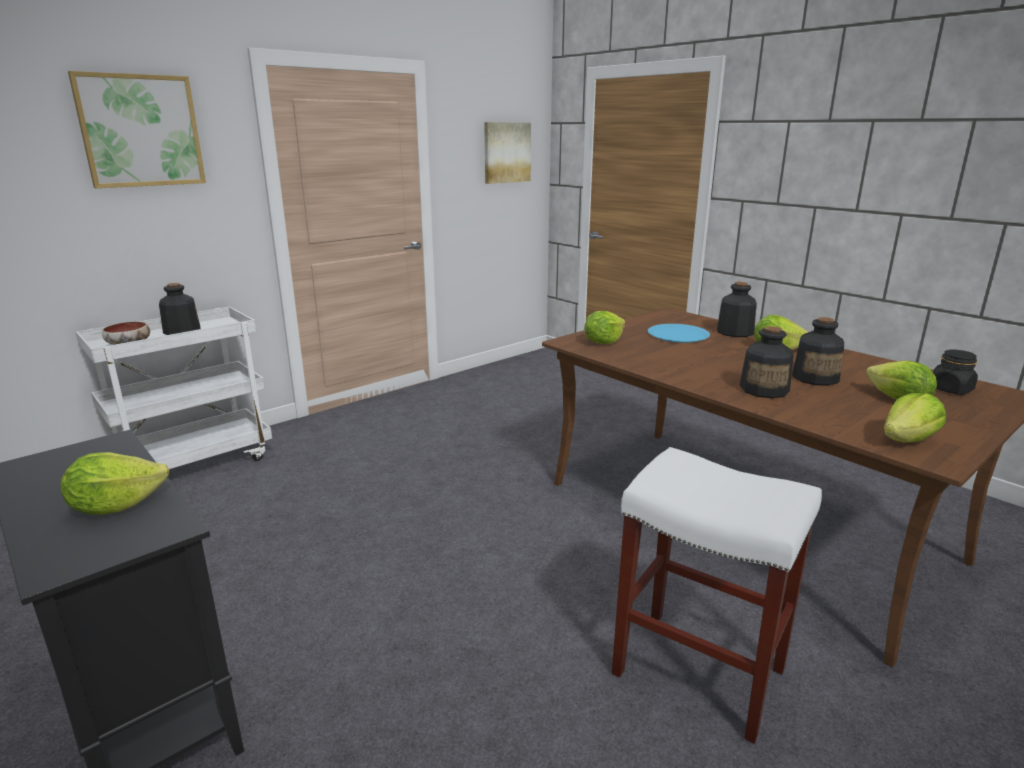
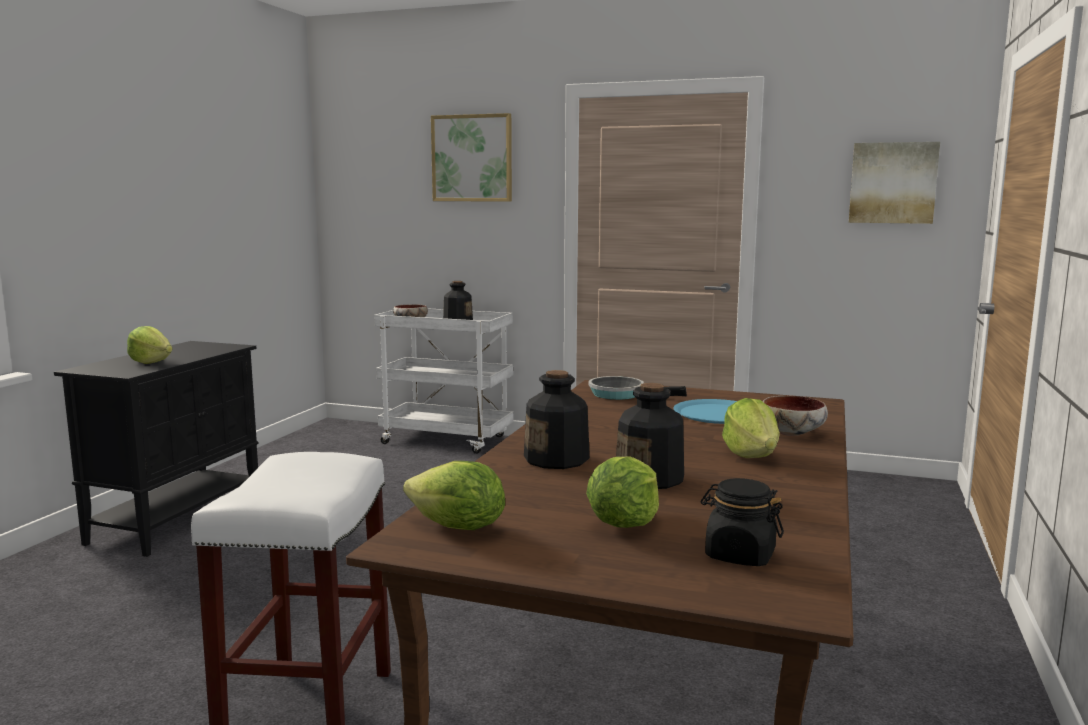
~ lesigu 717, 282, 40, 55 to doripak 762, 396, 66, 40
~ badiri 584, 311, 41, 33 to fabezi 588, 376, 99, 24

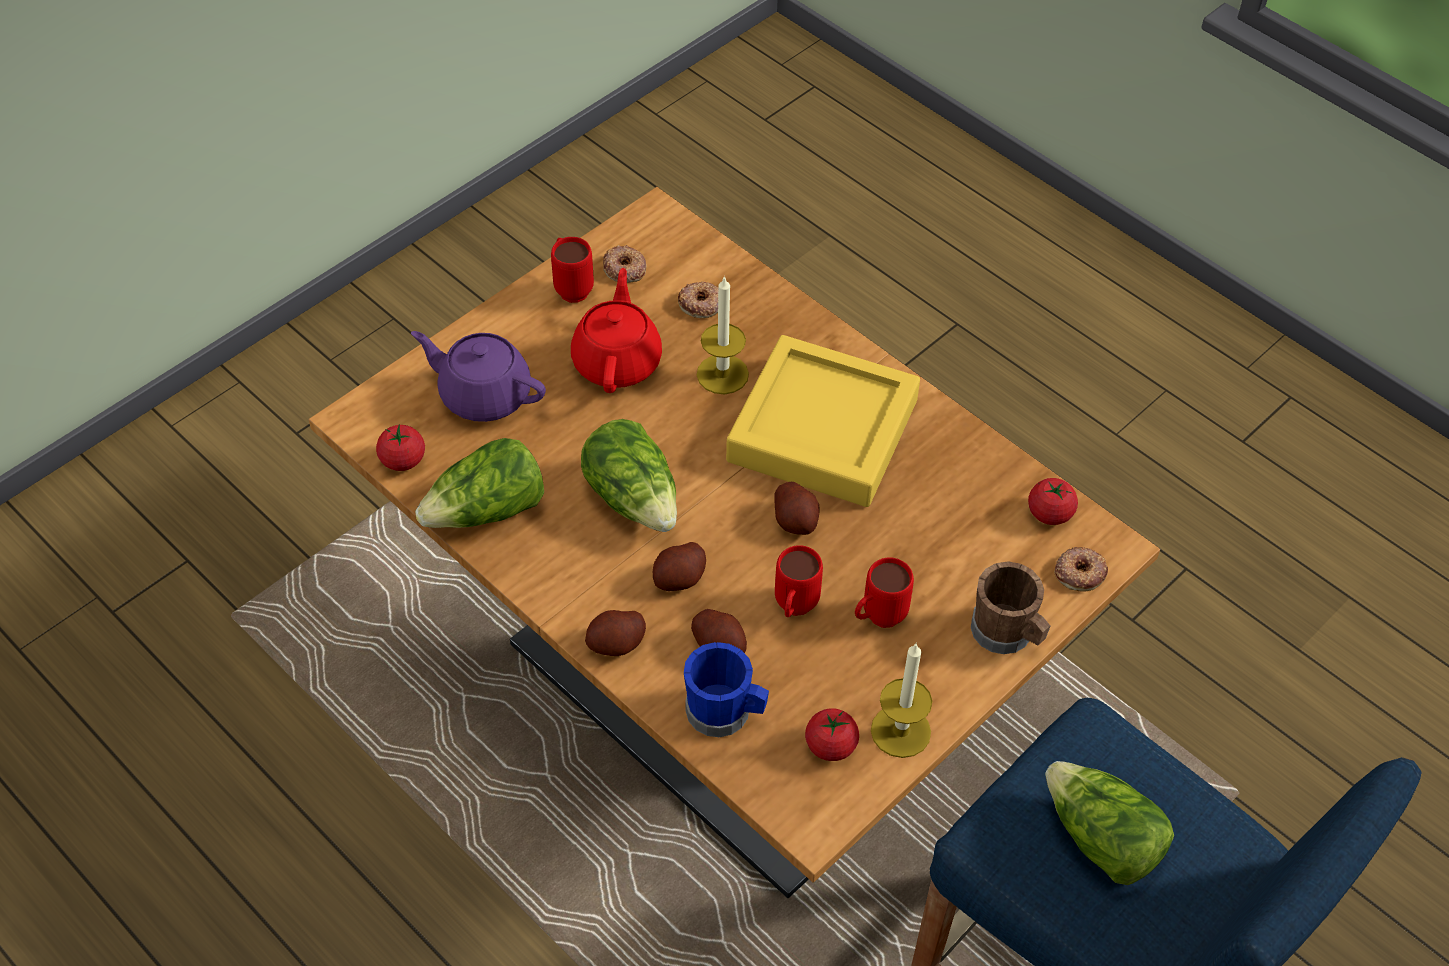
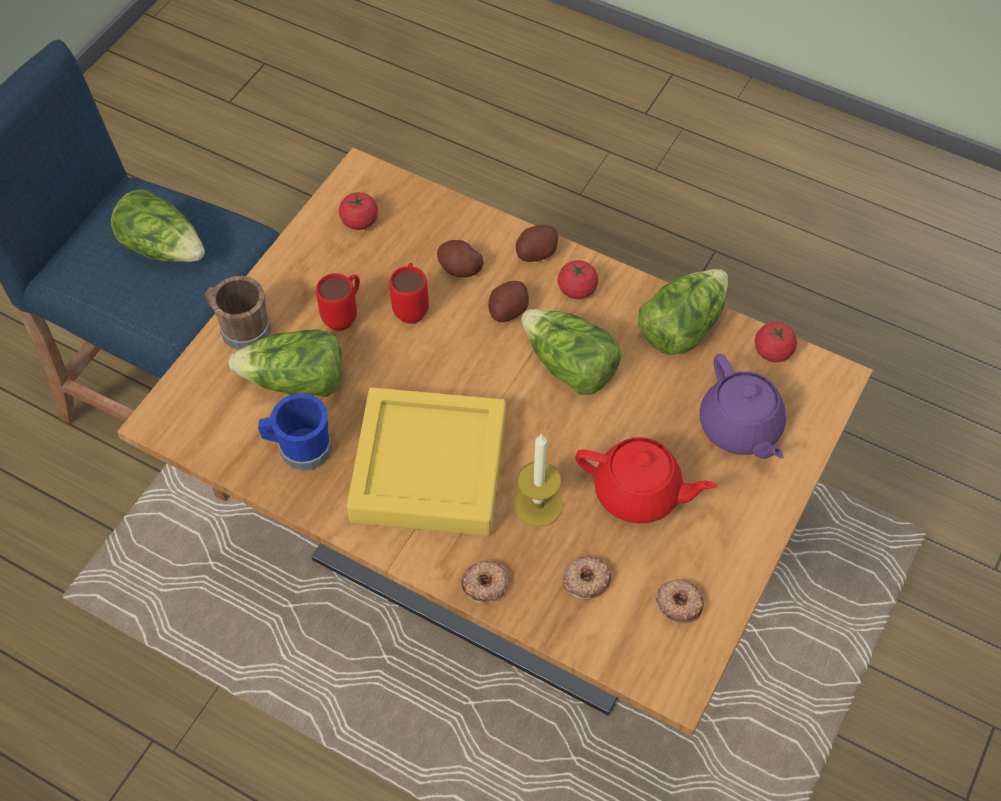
- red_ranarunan 551, 237, 43, 66
~ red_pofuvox 571, 268, 91, 125 = 575, 437, 142, 86 60 degrees counterclockwise
~ purple_pofuvox 411, 331, 135, 91 = 700, 354, 86, 105 60 degrees clockwise
~ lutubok 1028, 478, 50, 47 to 558, 260, 40, 39
- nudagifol 774, 482, 46, 53
~ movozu 1055, 547, 53, 45 to 461, 560, 48, 44
~ blue_ranarunan 684, 642, 85, 95 to 258, 393, 74, 78
- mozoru 871, 644, 61, 114
+ badiri 229, 329, 113, 68

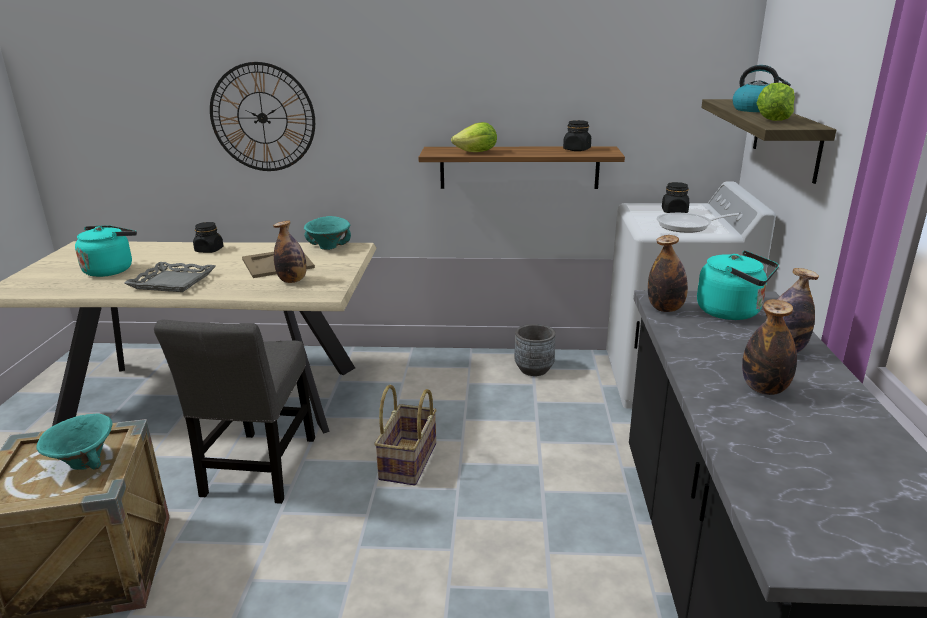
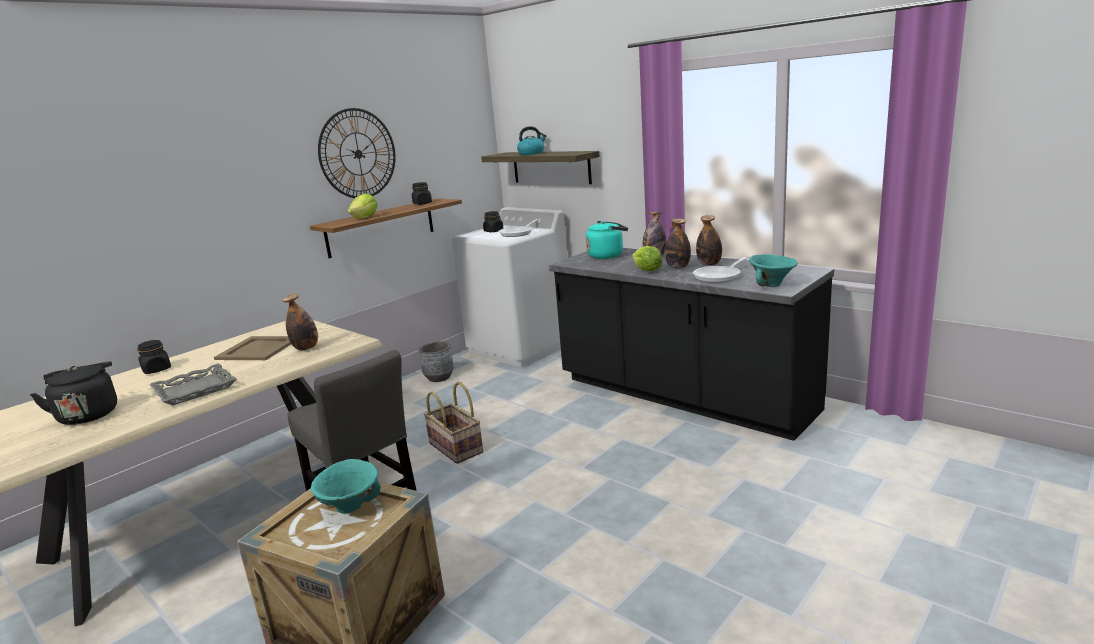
~ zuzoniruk 210, 62, 105, 109 to 318, 108, 78, 90
~ badiri 756, 82, 39, 39 to 632, 246, 30, 25
~ turquoise_doripak 304, 216, 47, 34 to 749, 254, 49, 33
~ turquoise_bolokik 75, 225, 62, 52 to black_bolokik 30, 361, 87, 64
~ lesigu 648, 235, 40, 77 to 696, 215, 26, 51
+ fabezi 693, 255, 58, 28

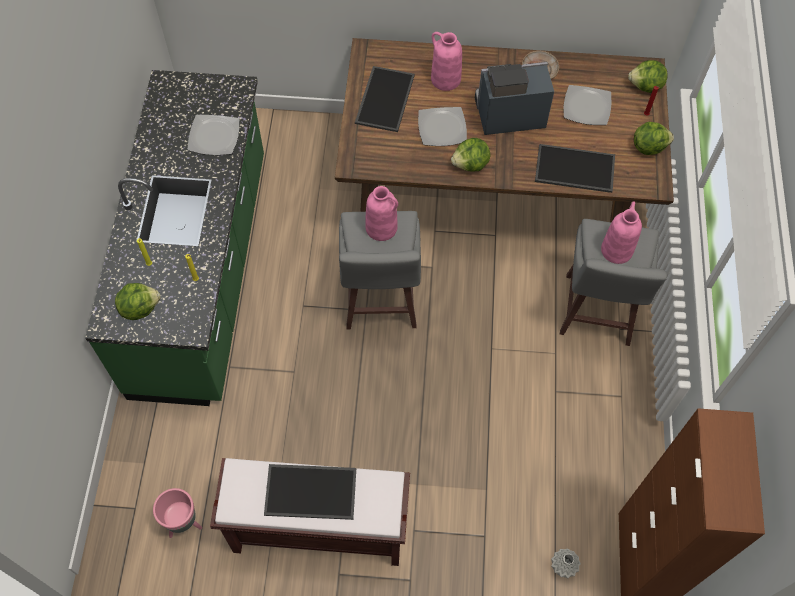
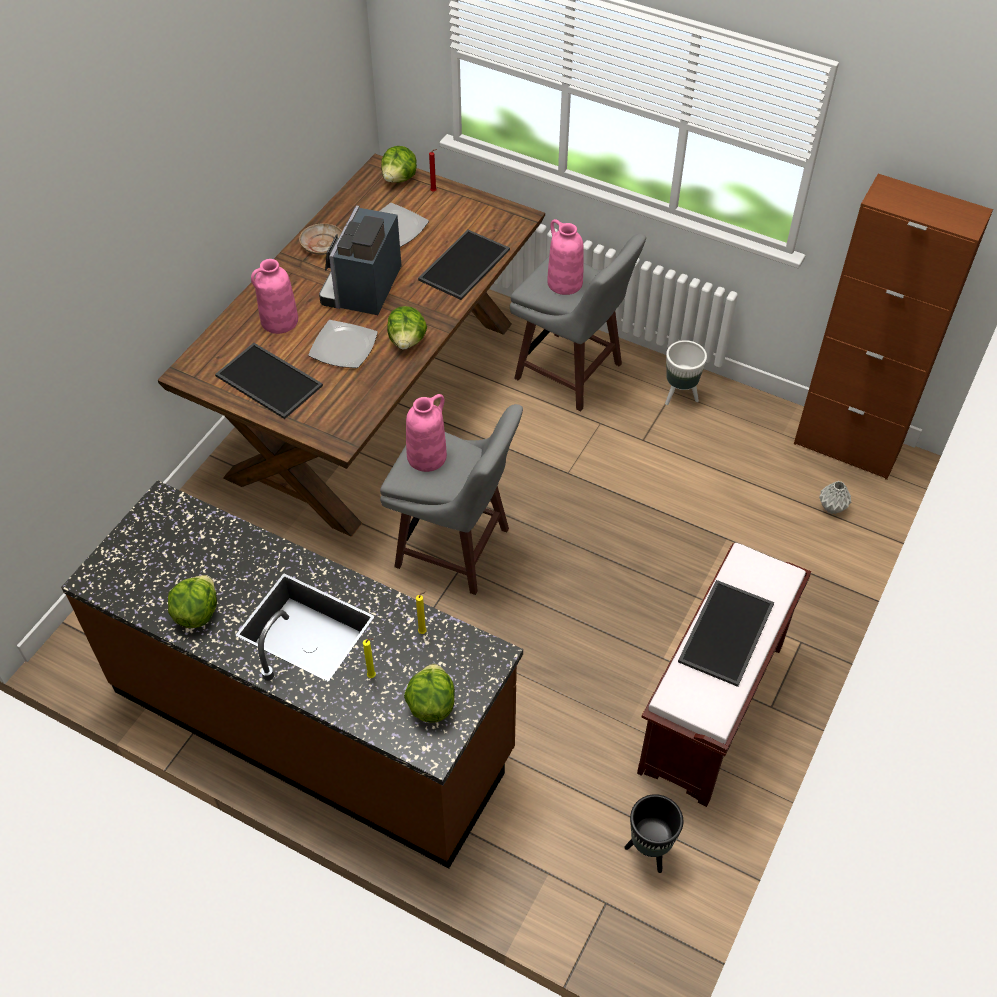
~ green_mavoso 85, 70, 179, 336 to brown_mavoso 61, 480, 462, 388
- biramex 188, 115, 52, 40
~ badiri 634, 122, 40, 33 to 168, 575, 49, 53
~ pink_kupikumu 153, 488, 49, 50 to black_kupikumu 625, 794, 58, 79
+ white_kupikumu 665, 340, 42, 65

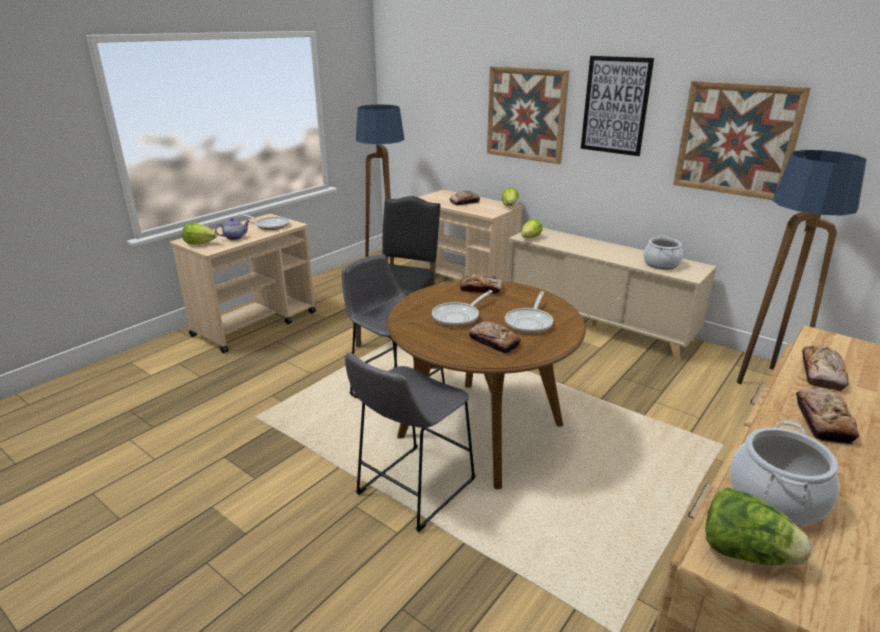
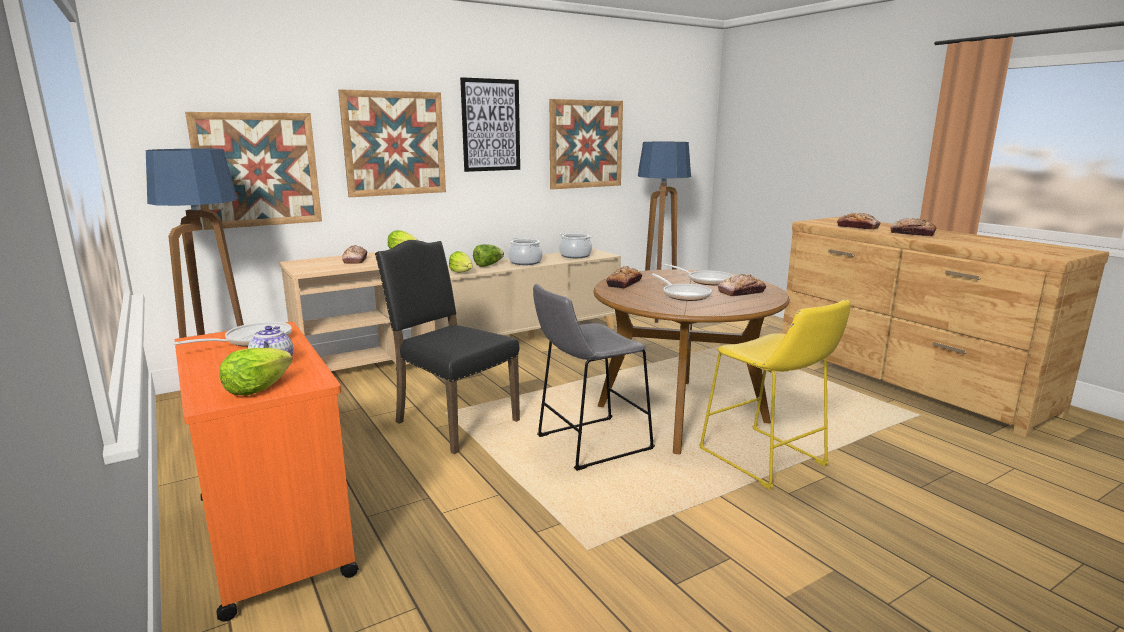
~ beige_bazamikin 170, 214, 146, 139 to orange_bazamikin 175, 322, 184, 300
~ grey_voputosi 345, 352, 131, 180 to yellow_voputosi 699, 299, 152, 191
~ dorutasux 730, 421, 109, 105 to 508, 238, 35, 27
~ badiri 705, 488, 107, 77 to 473, 244, 31, 23
+ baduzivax 185, 112, 137, 118

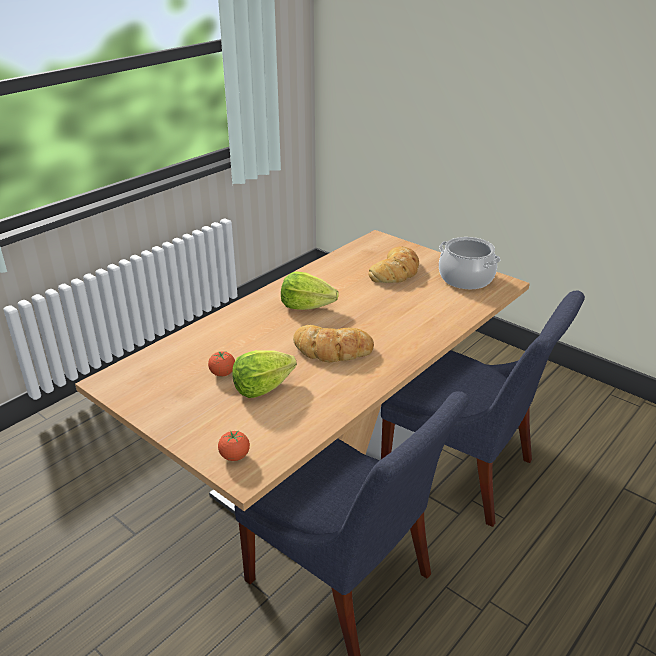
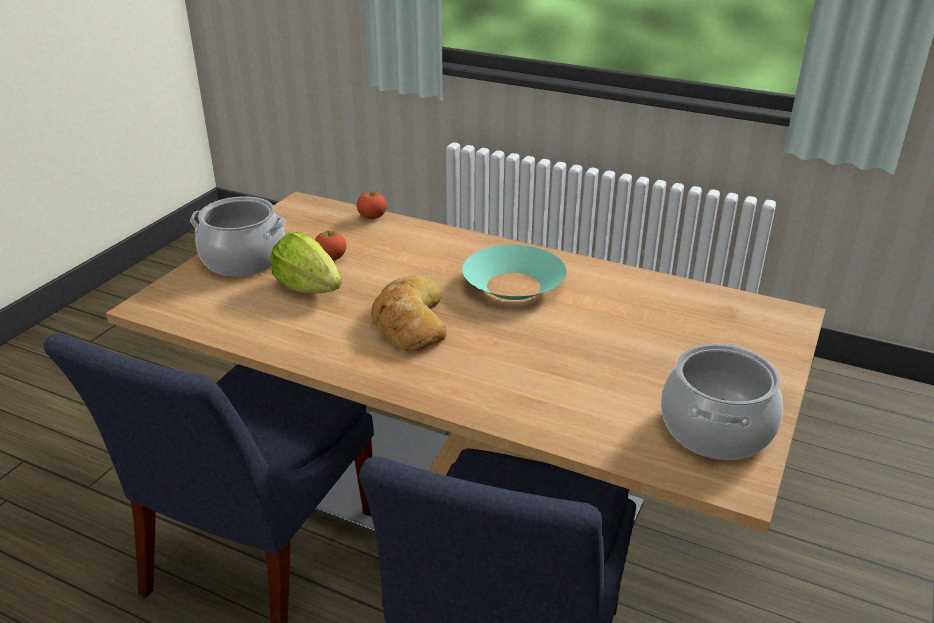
- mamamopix 368, 246, 51, 37
~ badiri 281, 272, 58, 38 to turquoise_doripak 462, 245, 105, 55
~ lutubok 218, 431, 32, 30 to 357, 191, 30, 28
+ dorutasux 190, 196, 96, 81

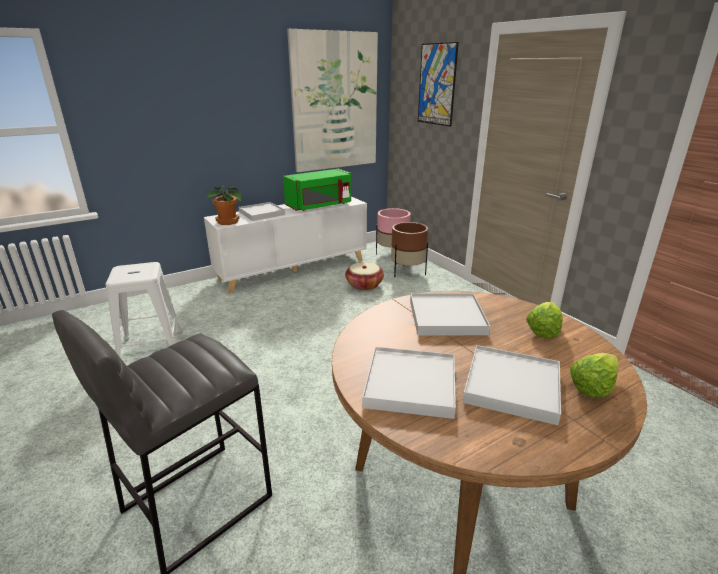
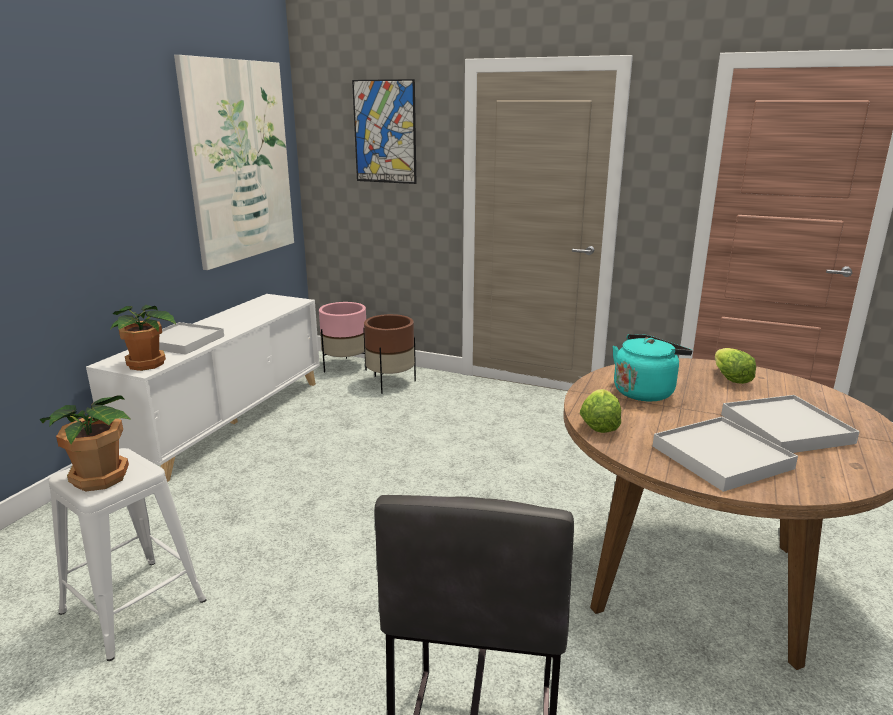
- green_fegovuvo 283, 169, 68, 42
- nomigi 345, 262, 39, 28
~ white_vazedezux 410, 293, 80, 42 to turquoise_bolokik 612, 334, 81, 68
~ badiri 570, 353, 49, 45 to 580, 389, 41, 44
+ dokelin 39, 396, 93, 96

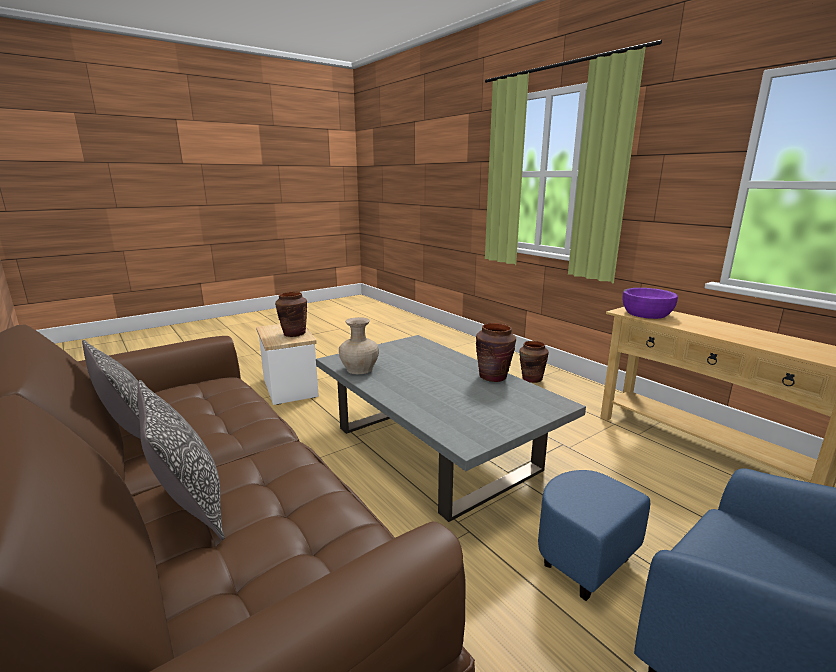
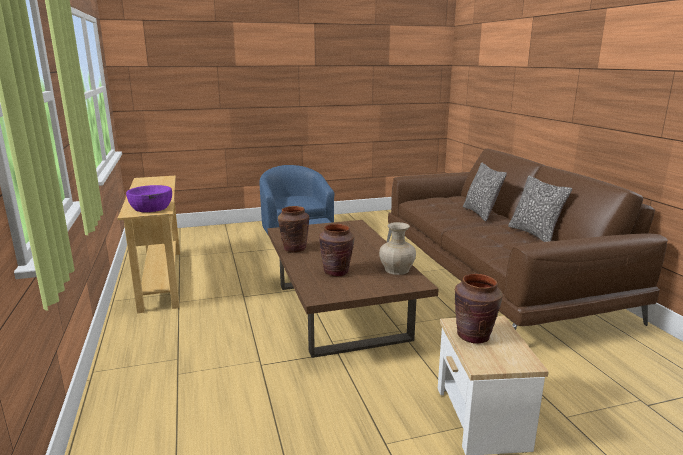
~ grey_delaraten 316, 335, 270, 187 to brown_delaraten 268, 220, 171, 138
~ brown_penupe 519, 341, 30, 42 to 319, 224, 35, 52

